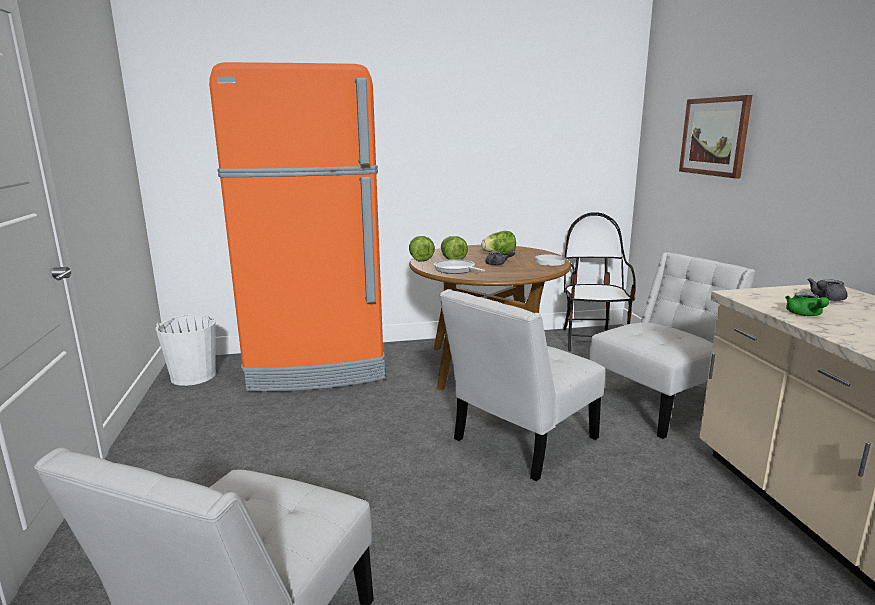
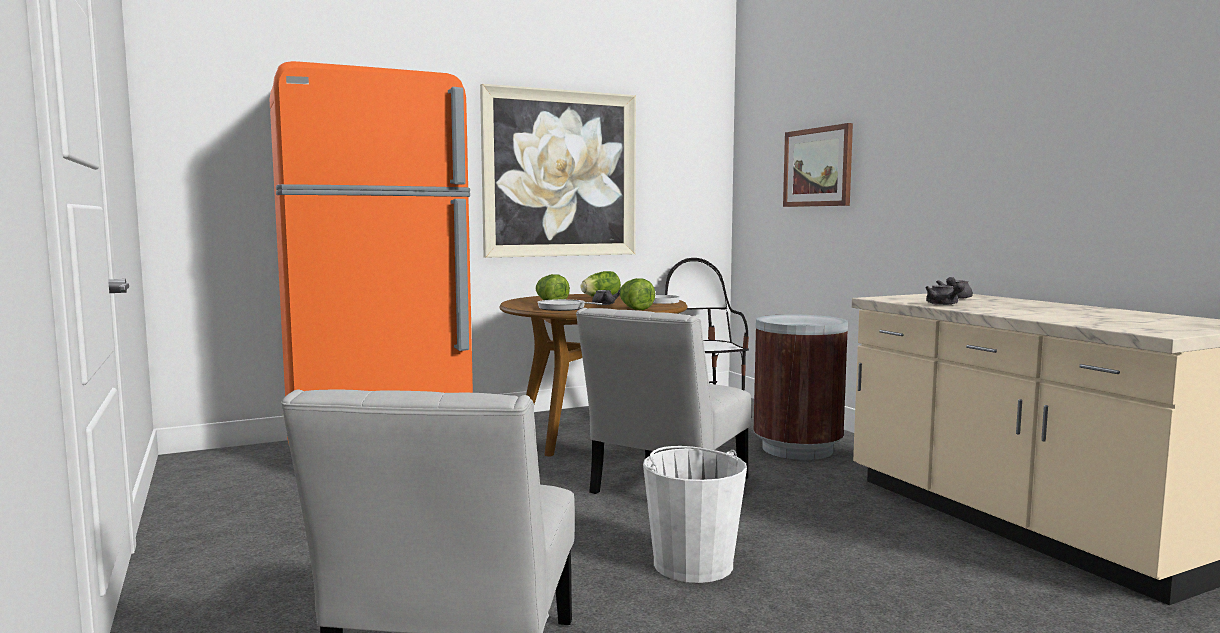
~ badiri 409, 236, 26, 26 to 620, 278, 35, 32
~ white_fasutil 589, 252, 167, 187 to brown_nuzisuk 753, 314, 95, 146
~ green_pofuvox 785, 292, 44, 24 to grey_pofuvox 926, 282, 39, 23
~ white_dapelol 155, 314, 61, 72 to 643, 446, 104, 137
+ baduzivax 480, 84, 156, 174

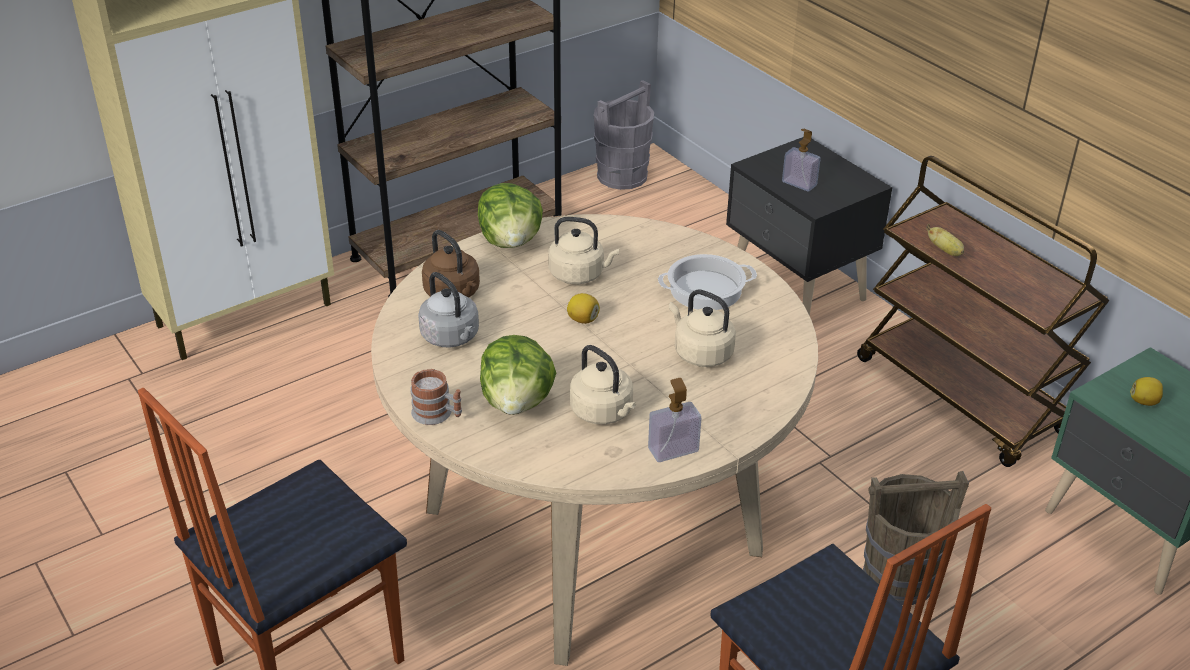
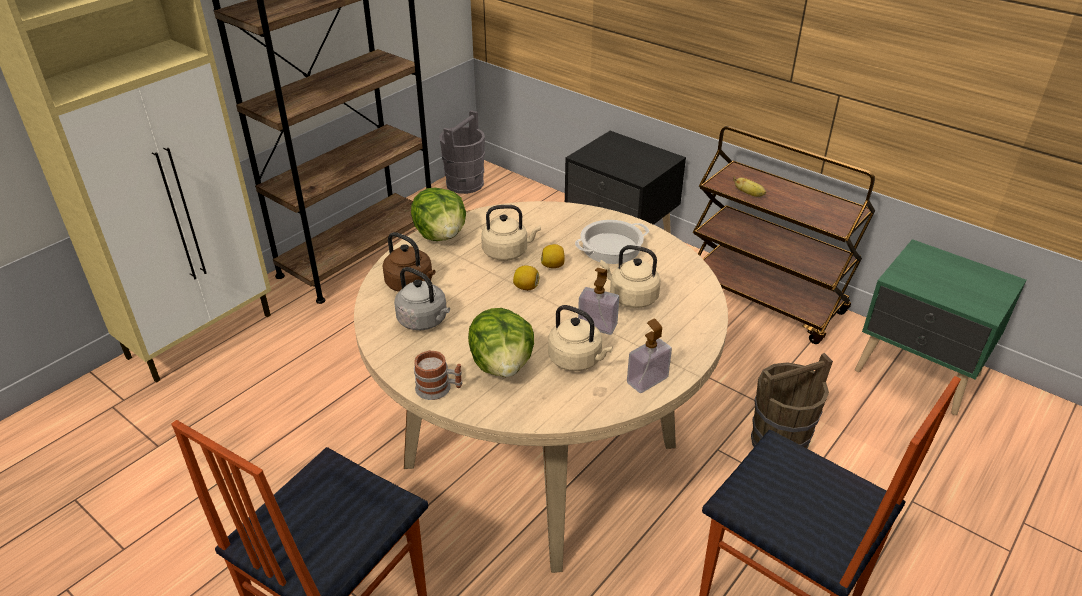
~ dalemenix 782, 129, 39, 63 to 578, 268, 41, 67
~ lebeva 1130, 377, 33, 29 to 541, 244, 24, 24

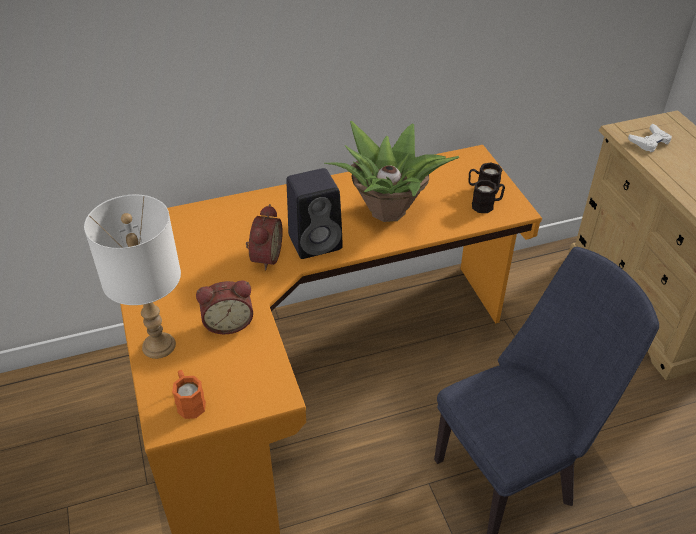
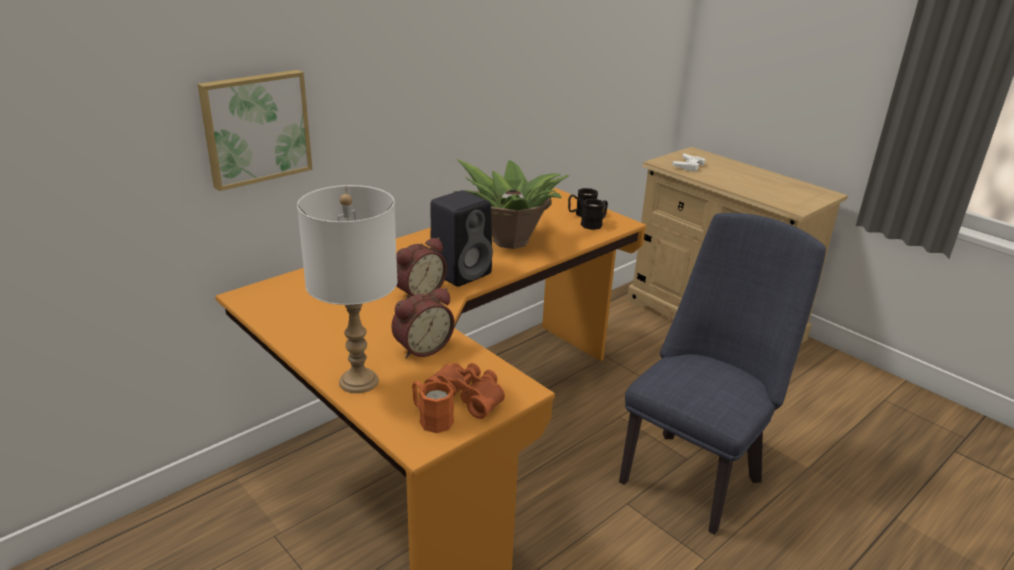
~ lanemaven 246, 204, 37, 67 = 396, 237, 51, 62 60 degrees clockwise
+ baduzivax 197, 70, 116, 121
+ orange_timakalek 424, 363, 81, 56

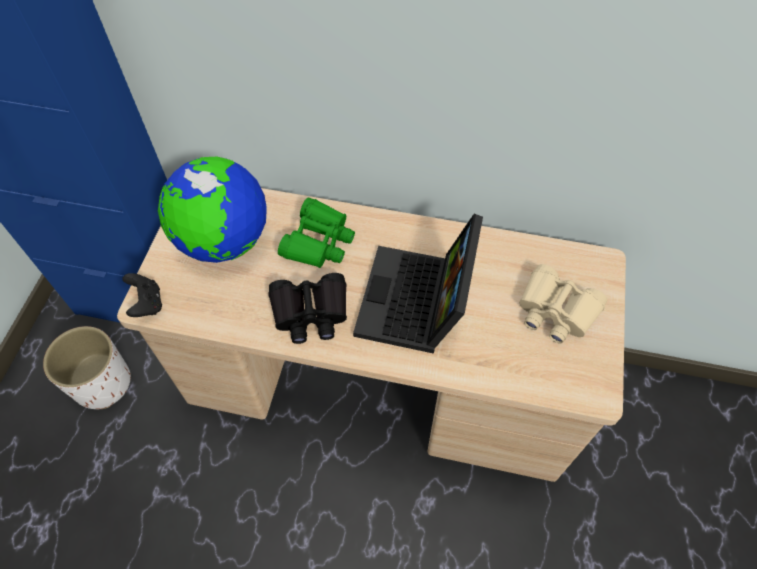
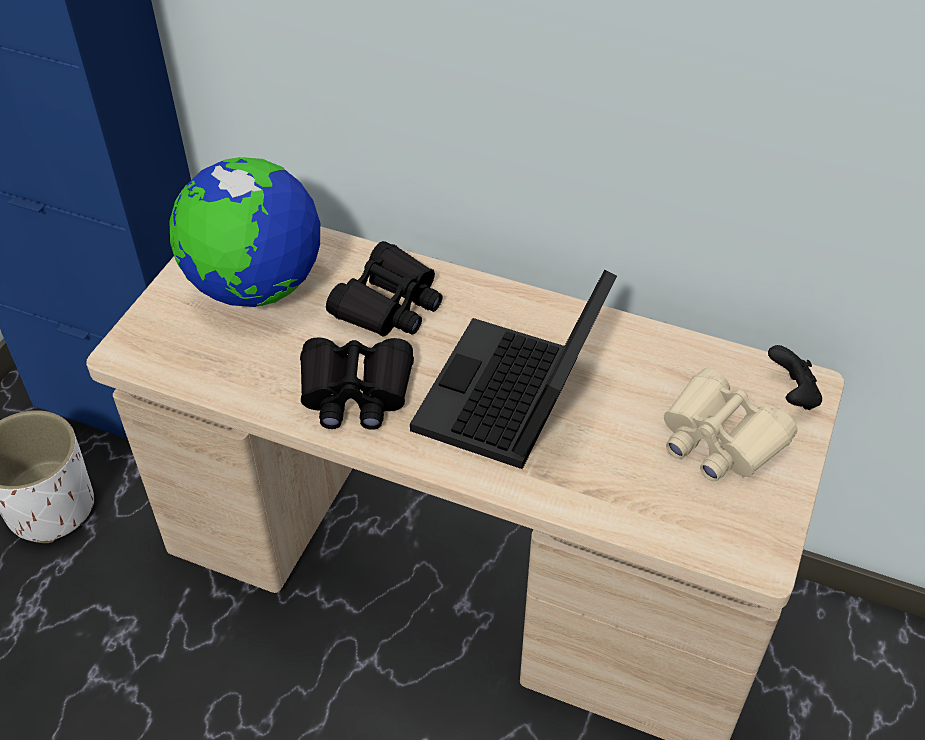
~ green_timakalek 278, 198, 77, 70 to black_timakalek 326, 241, 117, 96
~ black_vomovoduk 123, 273, 39, 44 to 768, 345, 54, 65

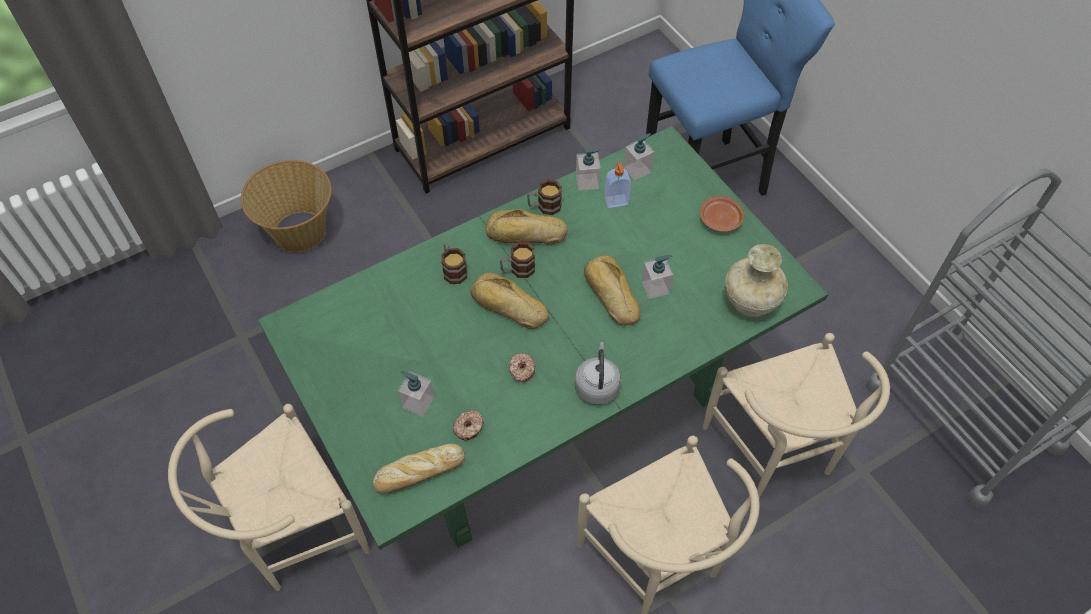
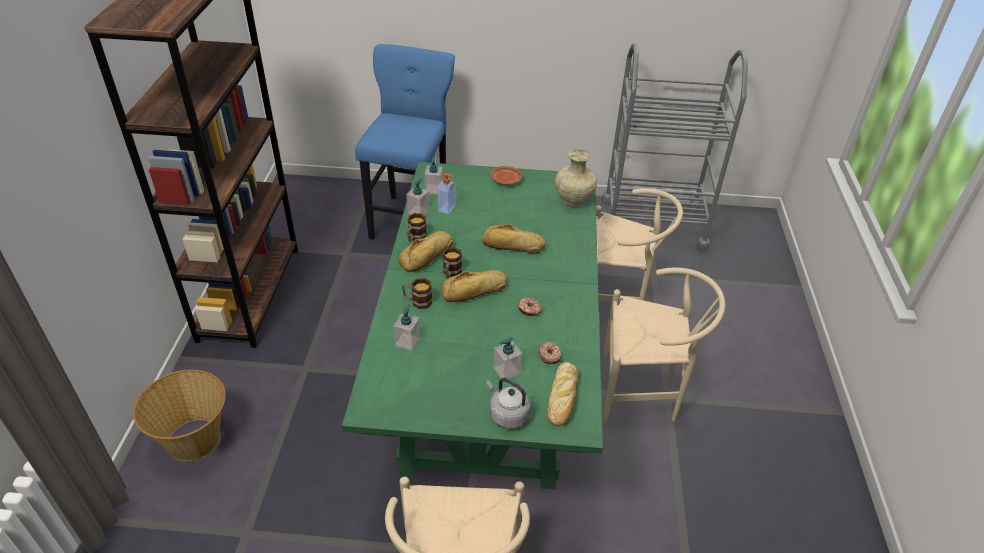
~ dalemenix 641, 255, 33, 44 to 393, 304, 27, 47
~ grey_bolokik 575, 342, 46, 63 to 486, 378, 45, 51

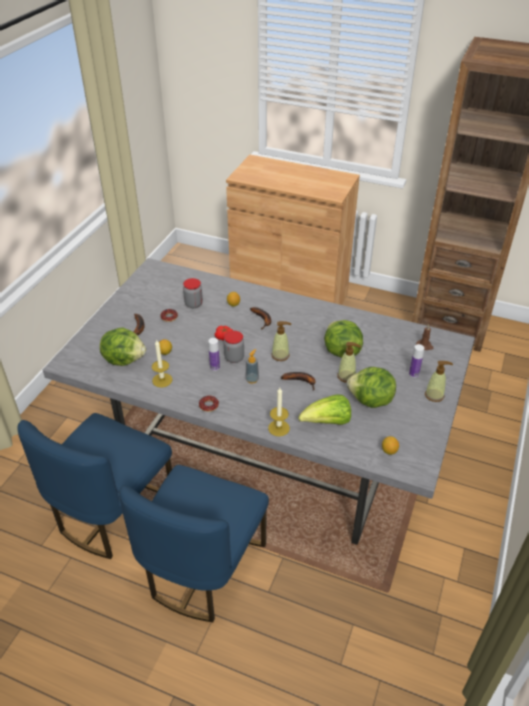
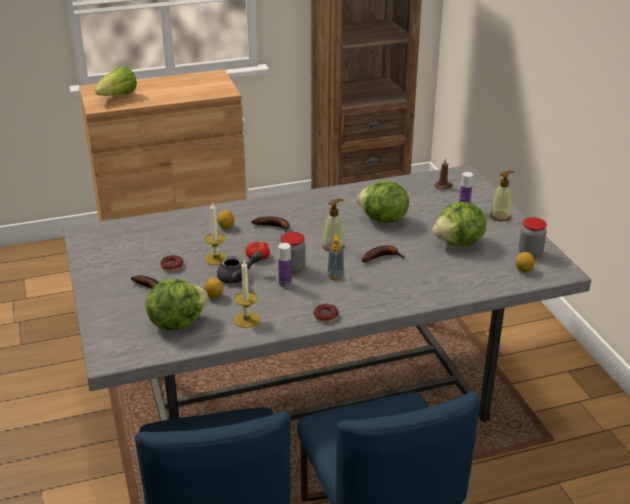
~ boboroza 183, 278, 20, 30 to 519, 217, 28, 41
- dalemenix 337, 342, 24, 41
~ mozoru 268, 388, 22, 49 to 204, 202, 24, 63
~ badiri 299, 394, 52, 31 to 95, 66, 42, 30
+ grey_pofuvox 217, 251, 46, 33

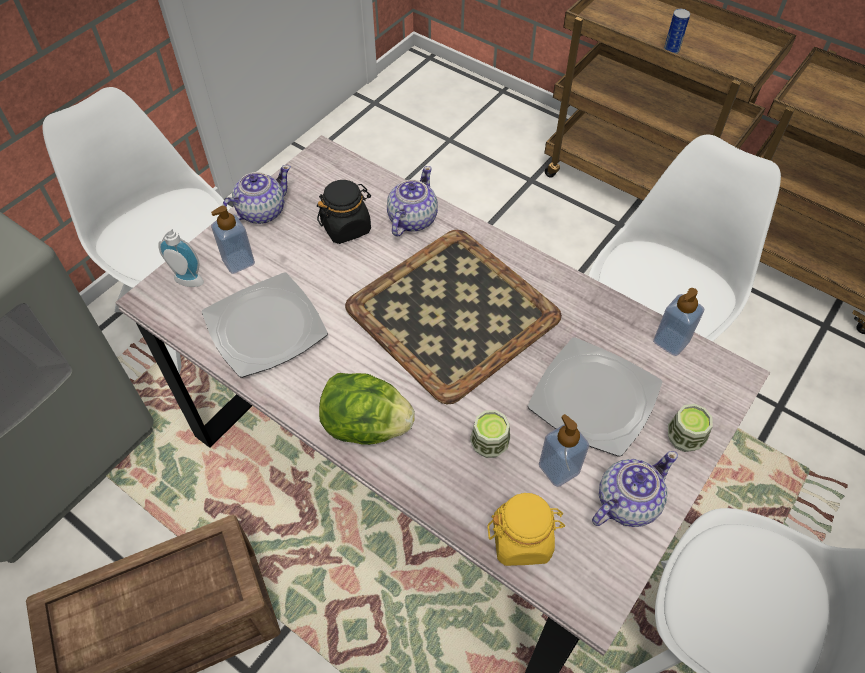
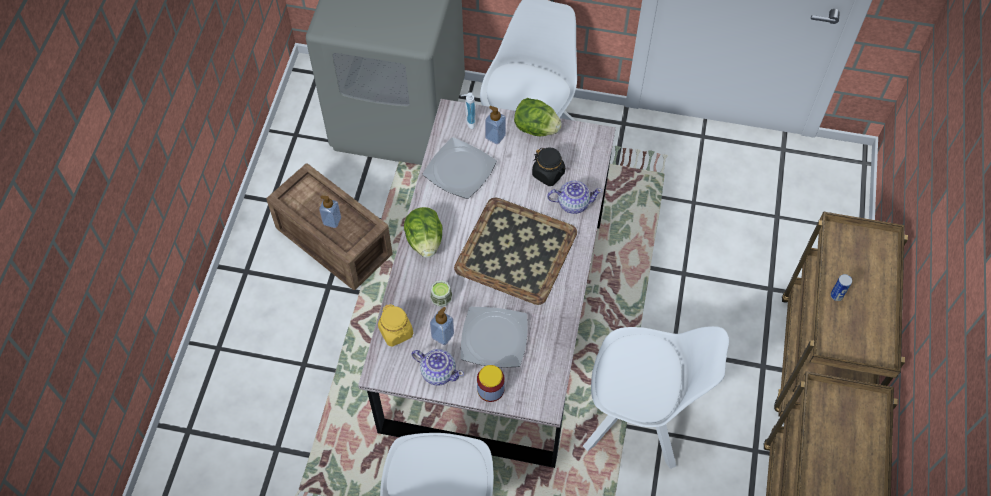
~ pofuvox 222, 165, 69, 59 to badiri 514, 98, 48, 38
~ dalemenix 653, 288, 51, 68 to 319, 196, 22, 32
~ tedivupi 668, 404, 45, 48 to boboroza 477, 365, 28, 37

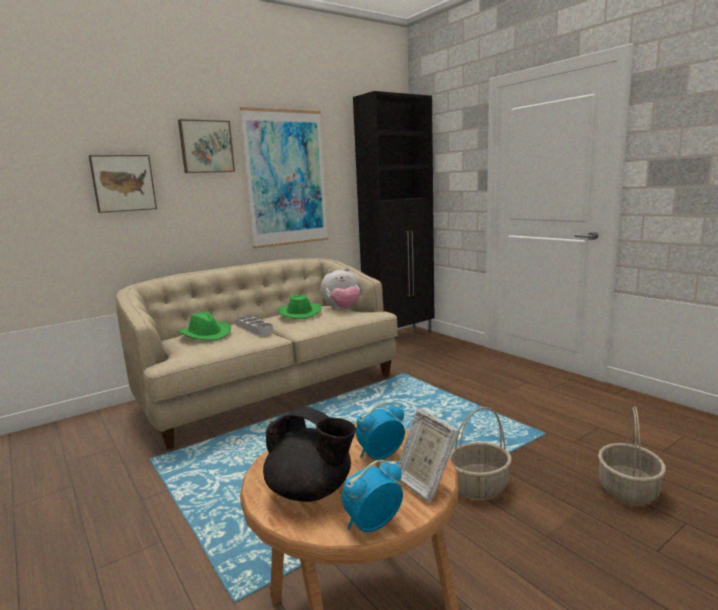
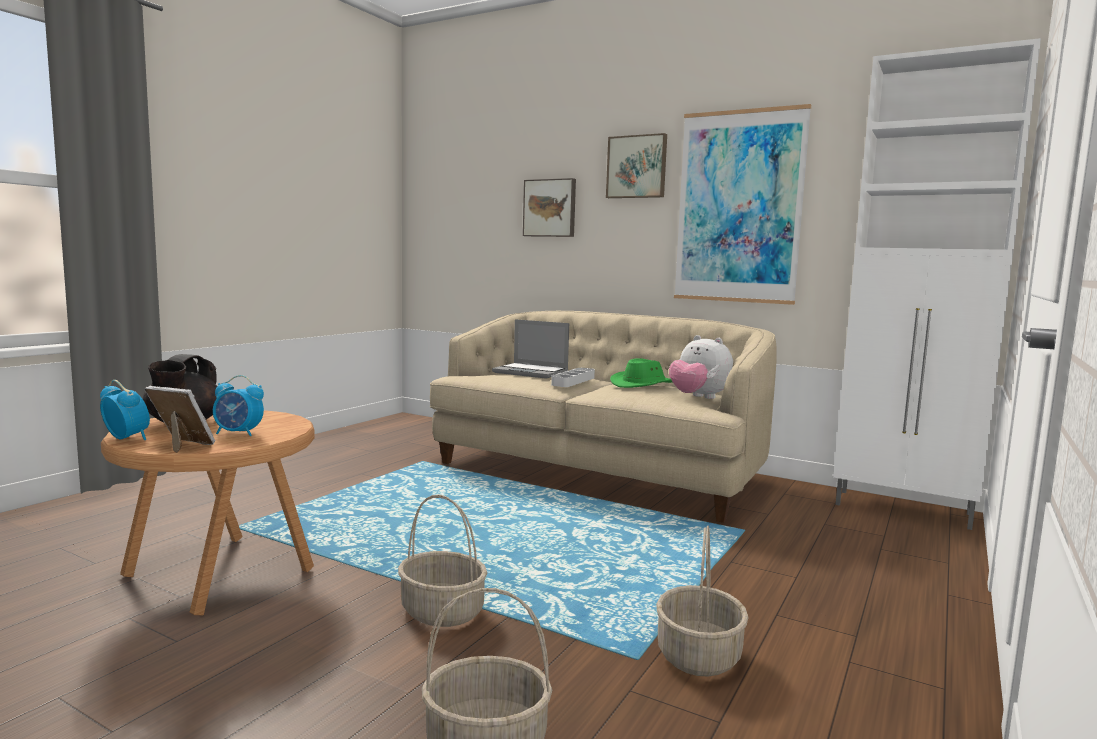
~ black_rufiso 353, 91, 81, 242 to white_rufiso 833, 38, 208, 492
~ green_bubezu 177, 312, 54, 29 to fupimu 492, 319, 77, 60
~ lanemaven 356, 402, 49, 58 = 213, 375, 51, 61 150 degrees clockwise
~ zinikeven 398, 408, 61, 95 = 144, 386, 71, 67 75 degrees clockwise
+ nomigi 656, 526, 93, 150

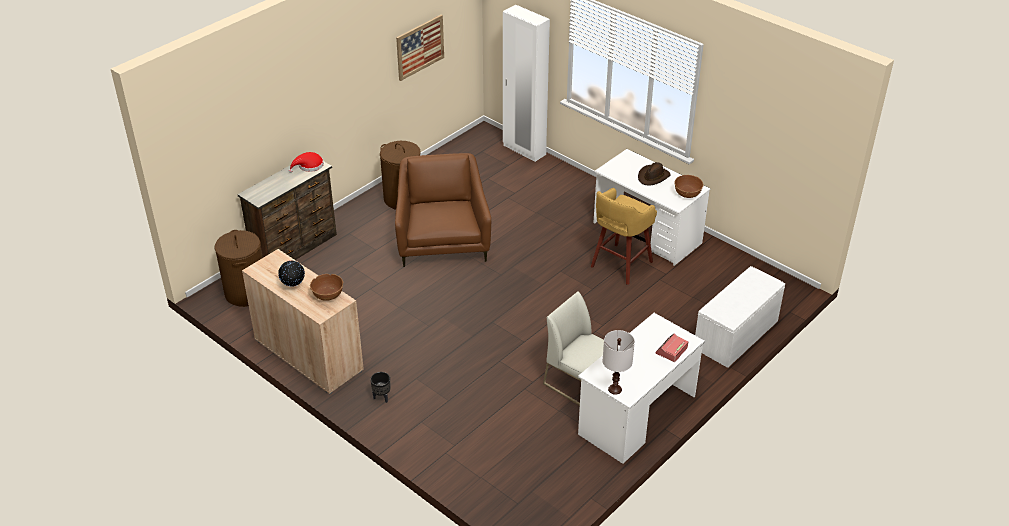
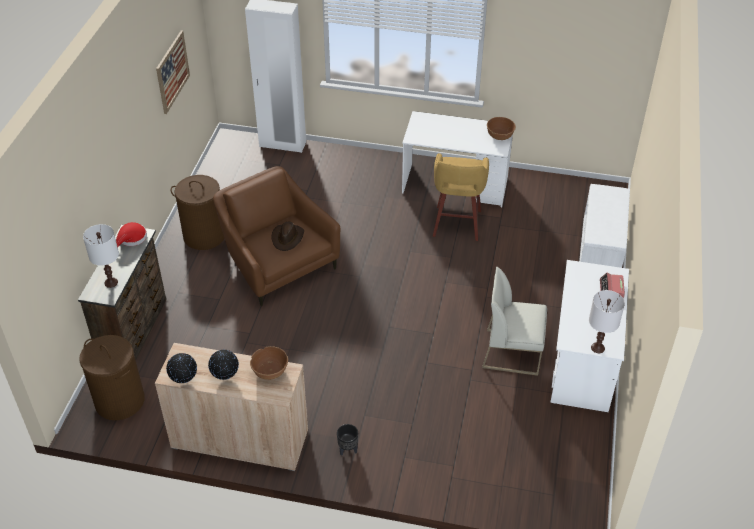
~ brown_bubezu 638, 162, 33, 24 to 271, 222, 33, 29
+ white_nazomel 83, 224, 36, 64
+ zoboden 166, 353, 31, 30

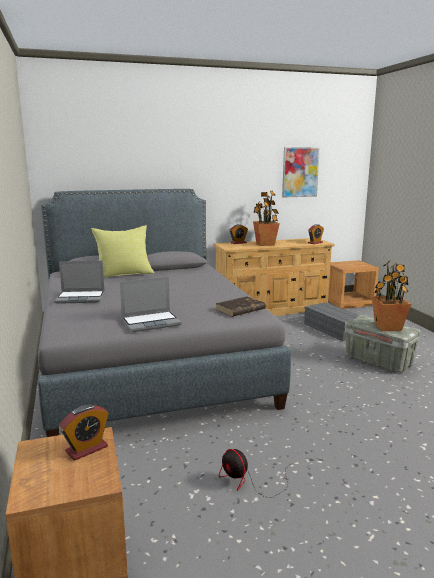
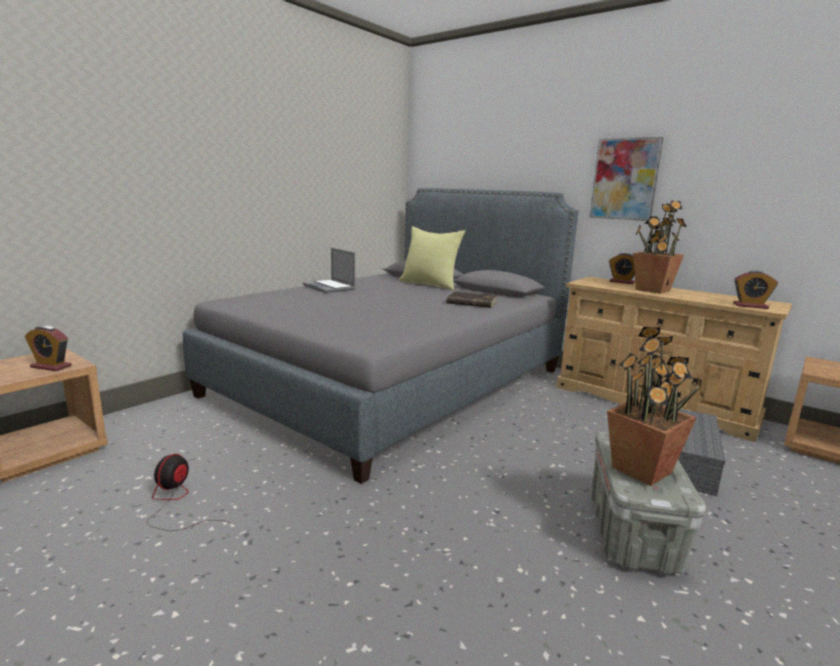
~ baduzivax 282, 147, 38, 50 to 589, 137, 75, 84
- fupimu 120, 276, 62, 56
~ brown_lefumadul 215, 296, 51, 21 to 446, 292, 51, 16

